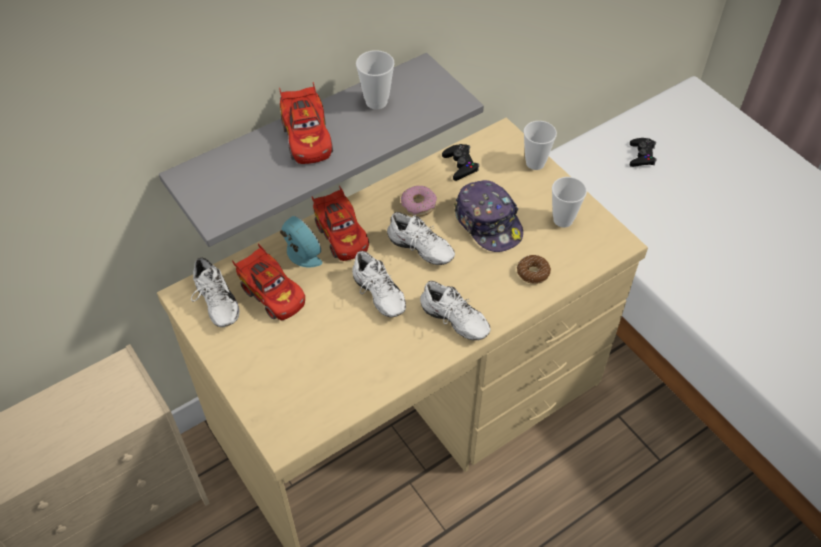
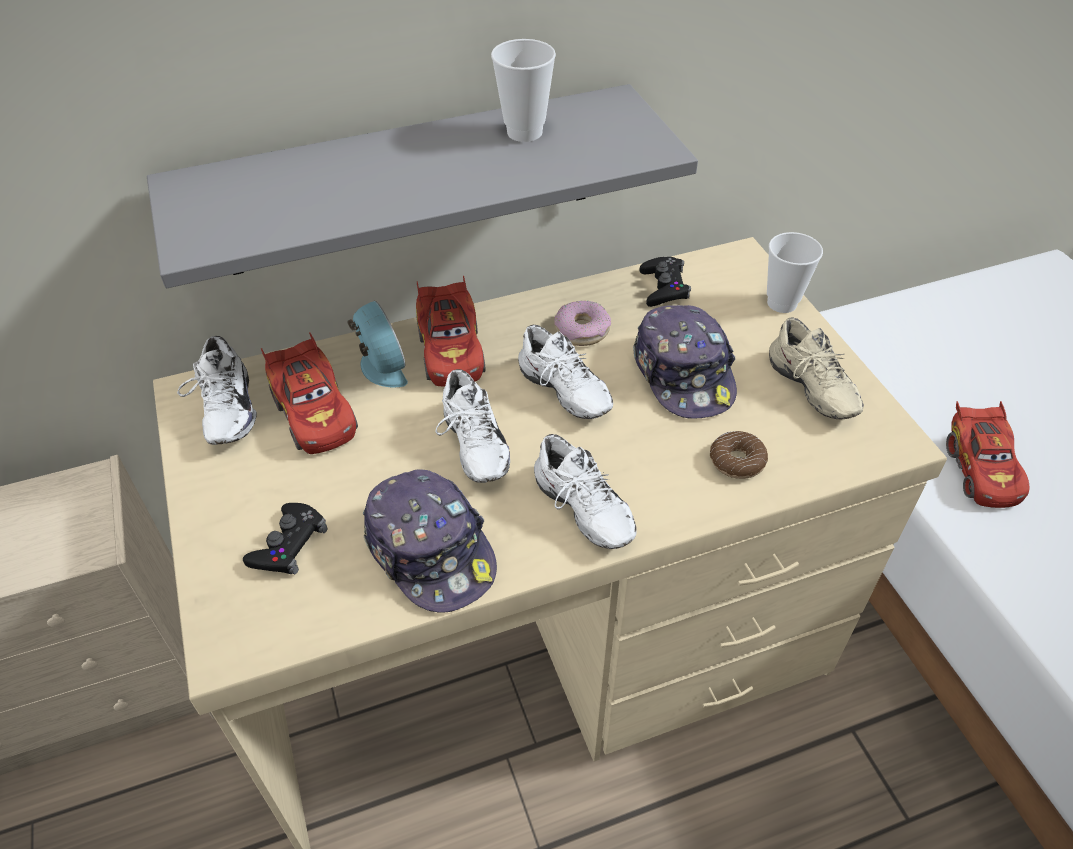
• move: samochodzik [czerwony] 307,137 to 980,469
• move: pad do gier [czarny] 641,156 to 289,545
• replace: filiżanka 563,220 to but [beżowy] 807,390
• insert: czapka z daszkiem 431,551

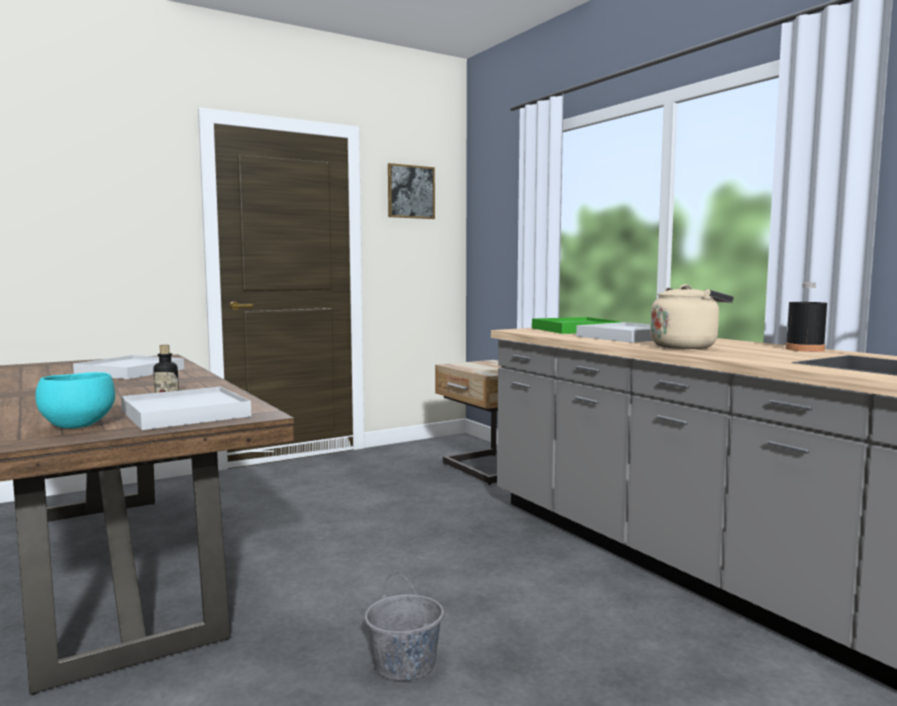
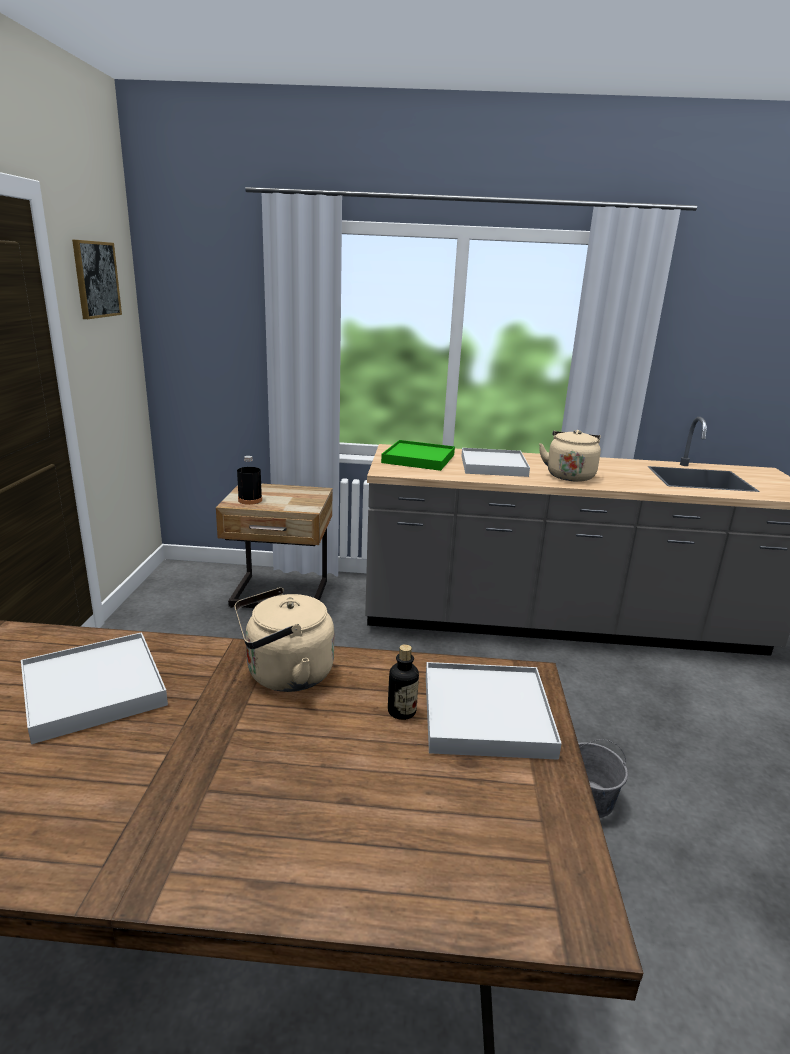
• move: butelka [czarny] 804,349 to 250,500
• delete: miska [turkusowy] 77,425
• insert: czajnik [beżowy] 284,675

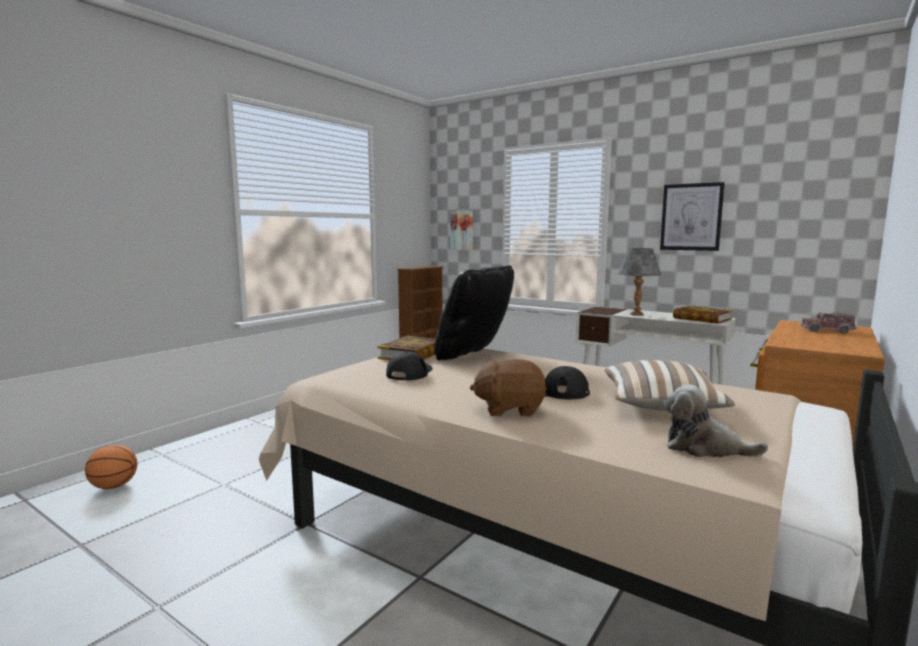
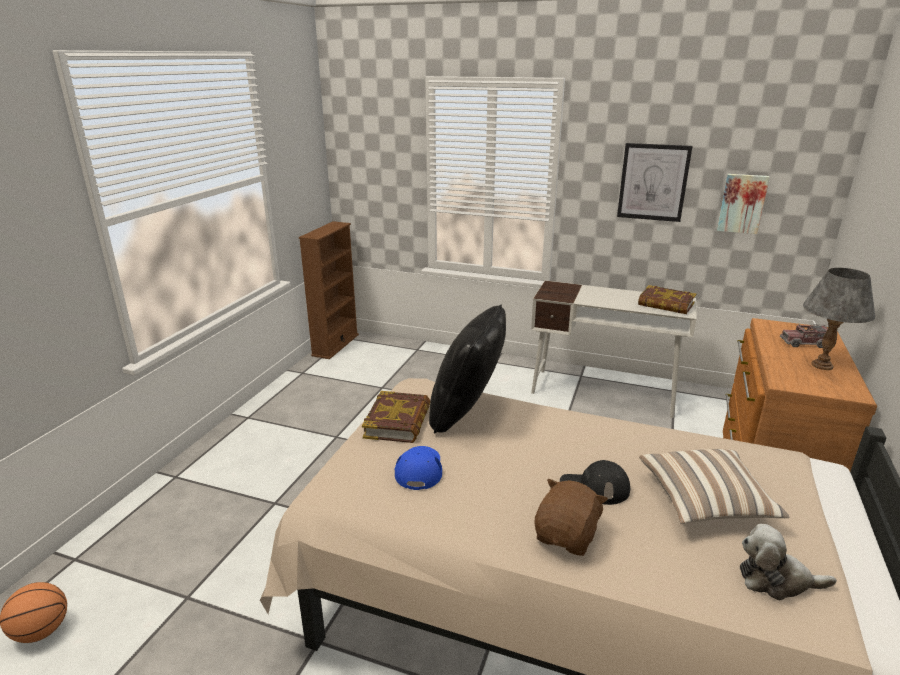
• move: obraz 462,230 to 742,203
• move: lampa stołowa [szary] 636,314 to 821,365
• recolor: czapka z daszkiem [czarny] 410,373 to czapka z daszkiem [niebieski] 419,469
• rotate: pluszak [brązowy] 509,409 = 567,536 135 degrees clockwise

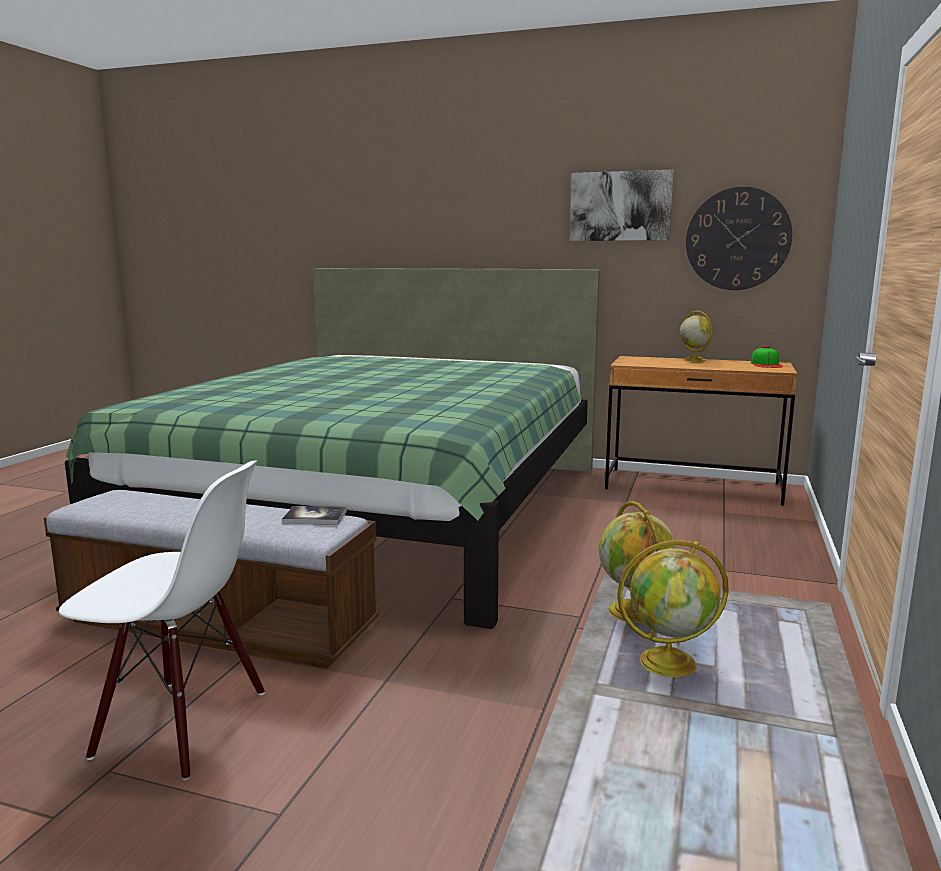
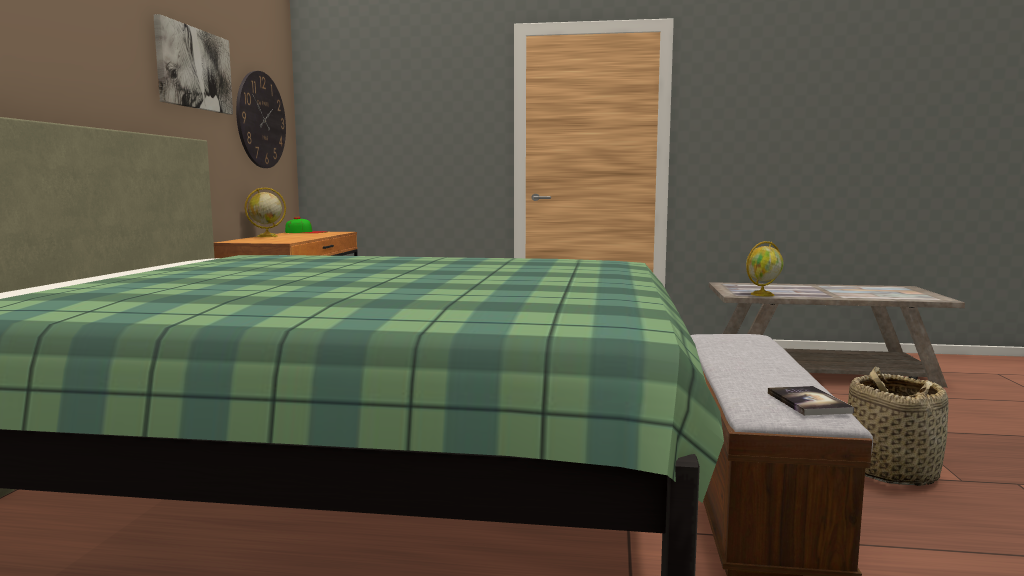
• replace: krzesło [biały] 180,725 to koszyk 888,471
• move: książka 315,517 to 808,403
• delete: globus 669,662

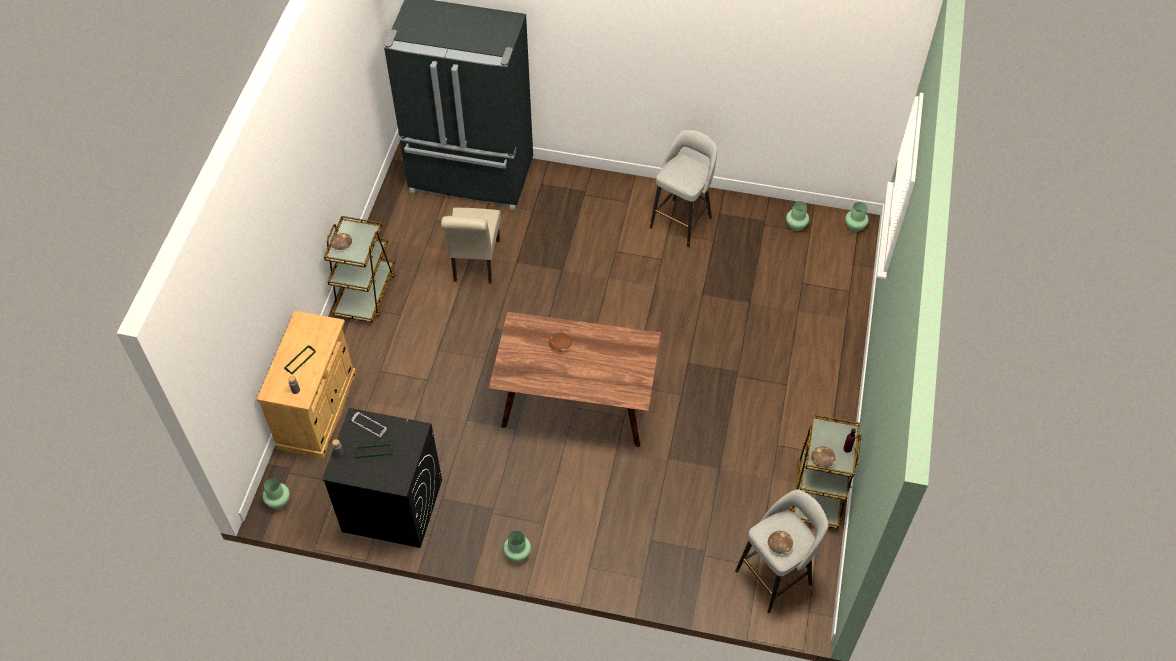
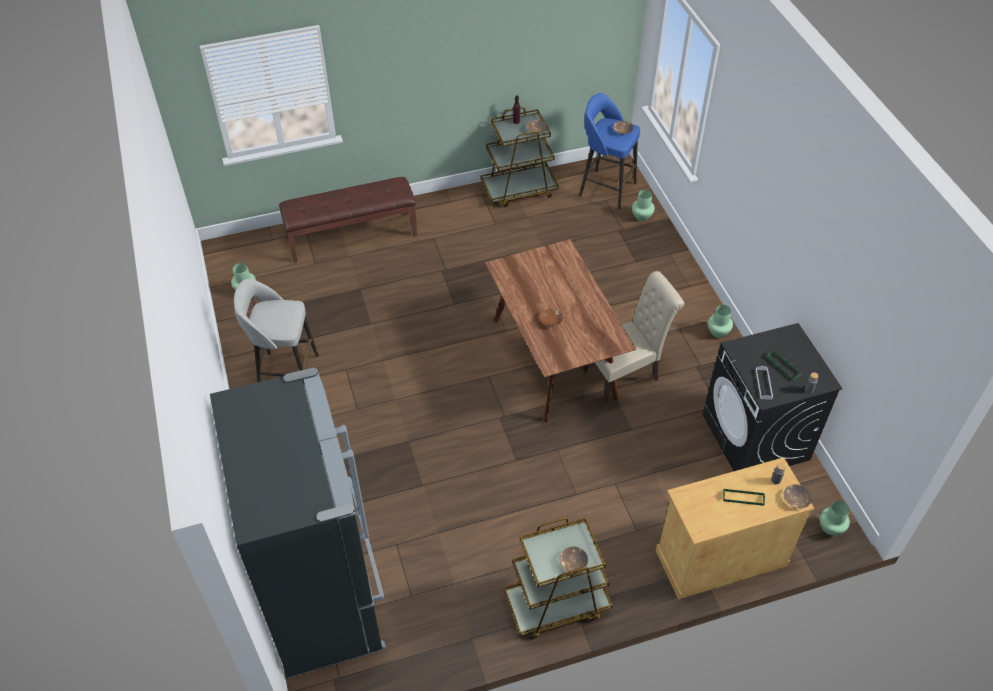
• move: wazon [zielony] 854,226 to 641,217
• move: krzesło [beżowy] 475,263 to 625,374
• recolor: stołek [szary] 775,576 to stołek [niebieski] 605,189
• insert: ławka [brązowy] 352,236
• insert: miska [brązowy] 795,499

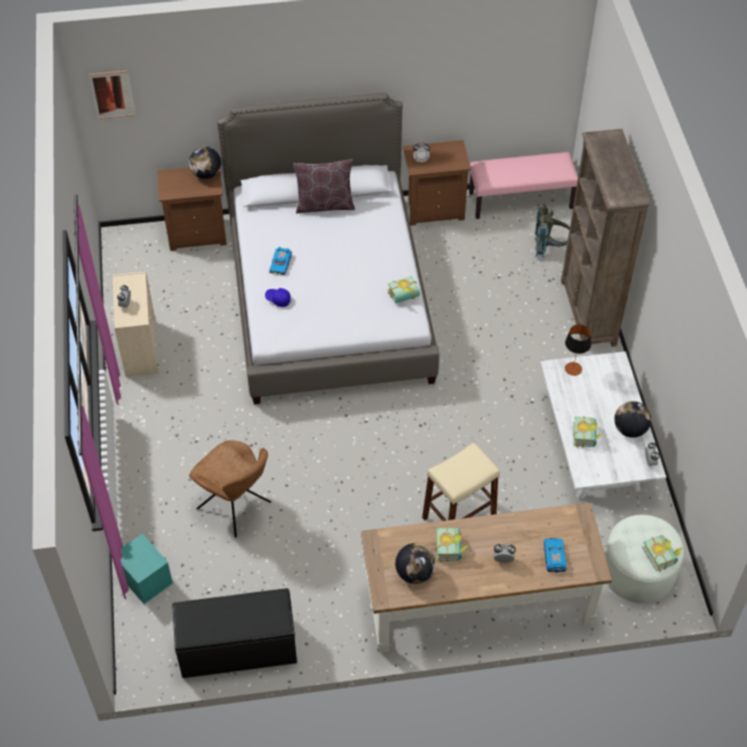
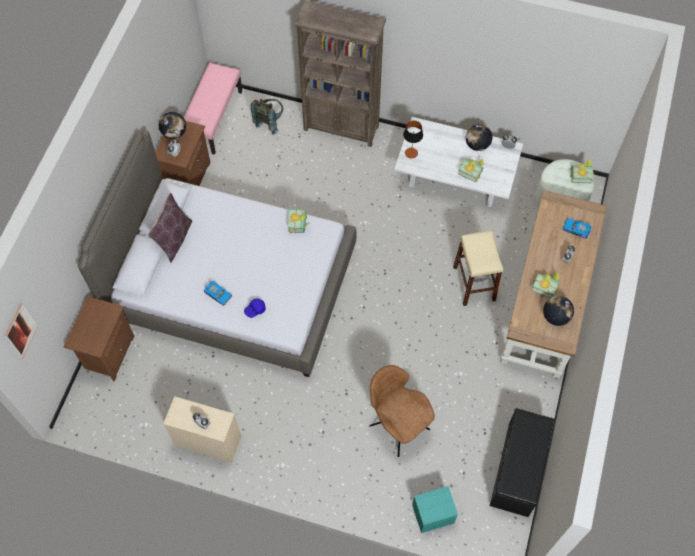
• move: globus 206,174 to 174,133
• rotate: krzesło [brązowy] 236,507 = 398,425 105 degrees counterclockwise

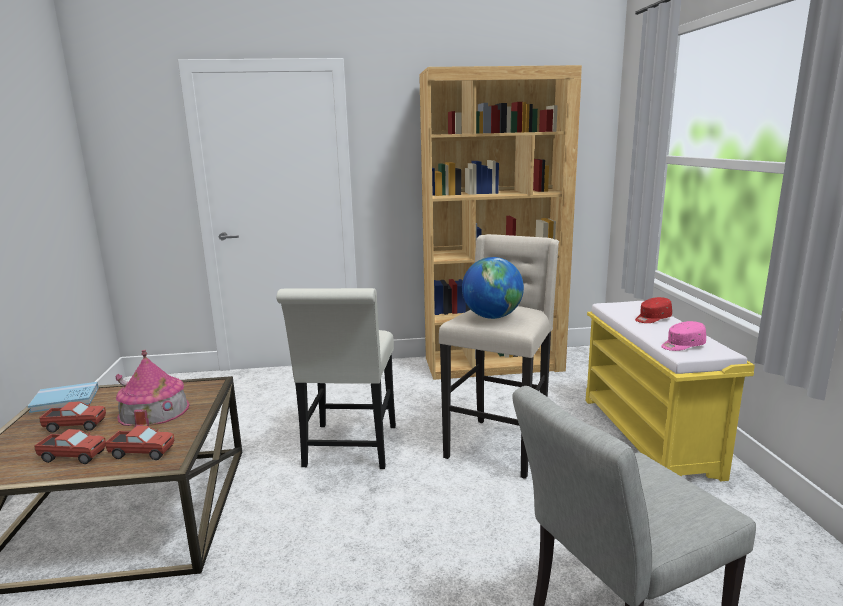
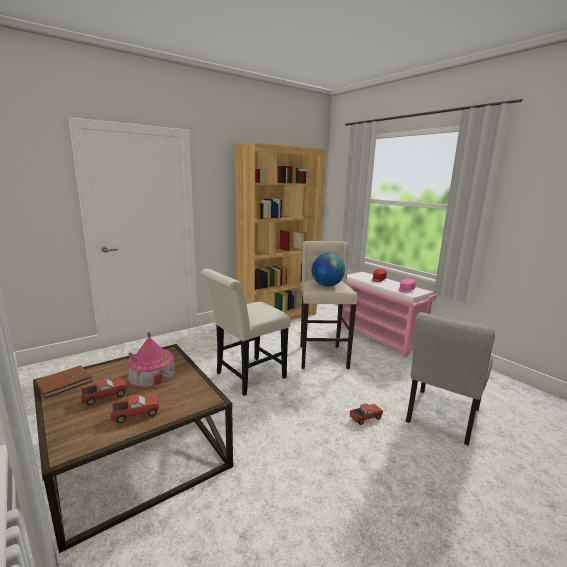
• rotate: krzesło [biały] 349,450 = 246,377 75 degrees clockwise
• recolor: ławka [żółty] 649,436 to ławka [różowy] 380,337
• recolor: książka [niebieski] 65,399 to książka [brązowy] 65,383
• move: ciężarówka zabawkowa 142,453 to 365,418

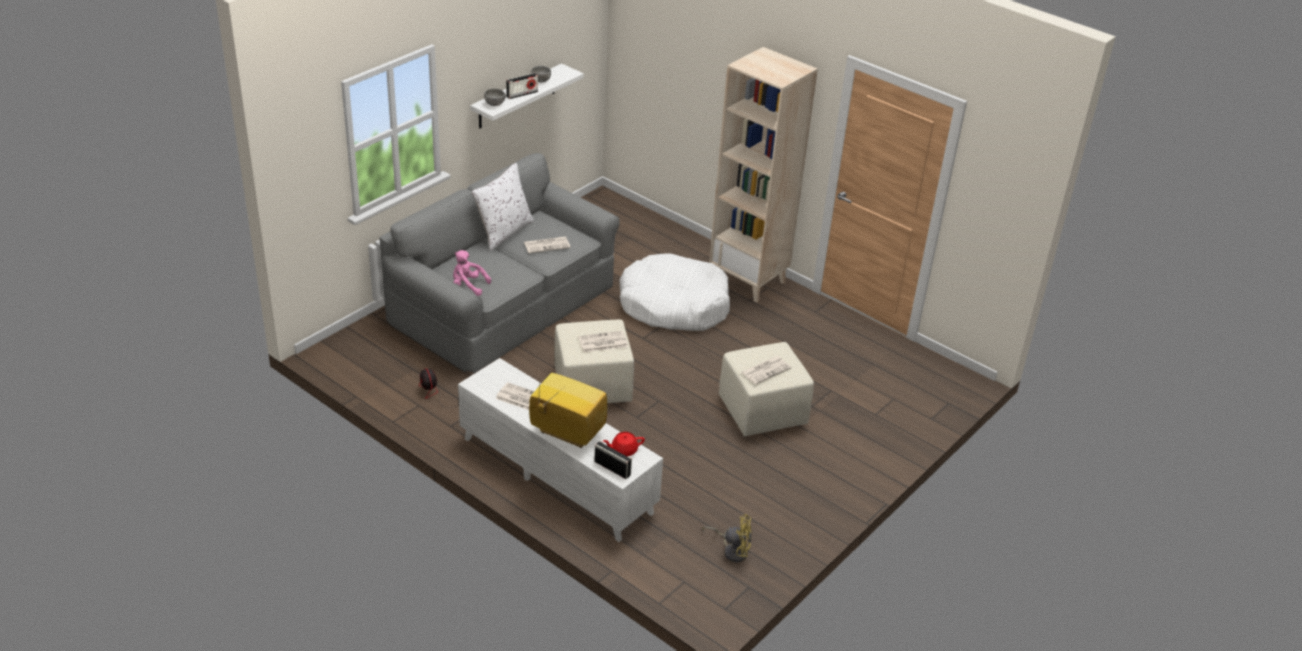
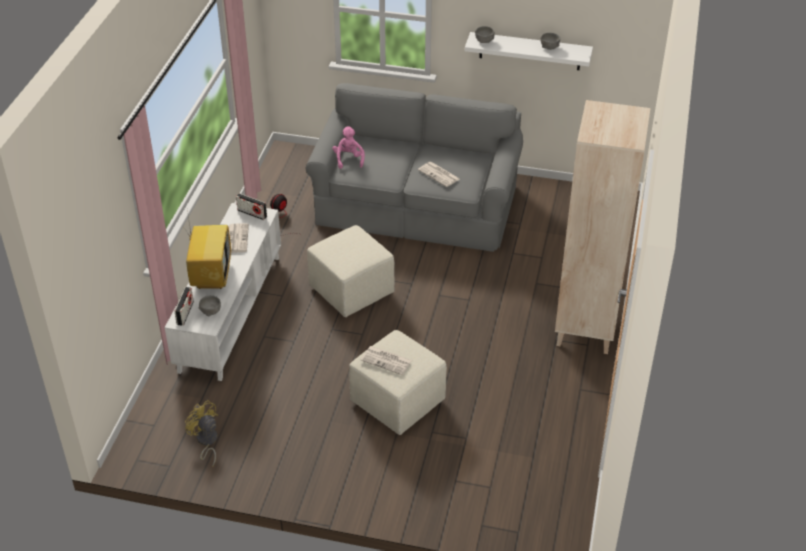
• move: radio 522,94 to 252,213
• delete: poduszka [biały] 504,232
• delete: legowisko [biały] 674,305
• delete: gazeta 602,342
• replace: imbryk [czerwony] 623,450 to miska [szary] 210,311
• rotate: wentylator [żółty] 732,550 = 206,442 150 degrees clockwise

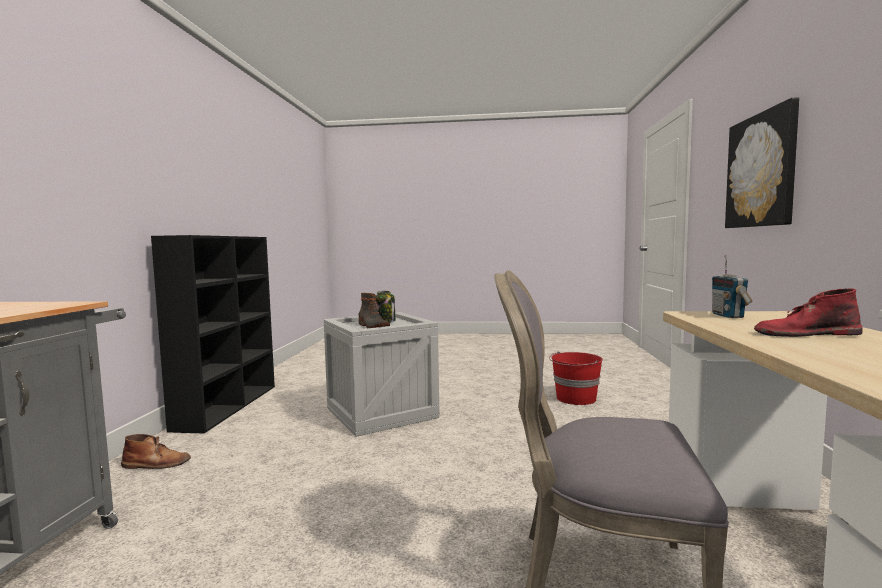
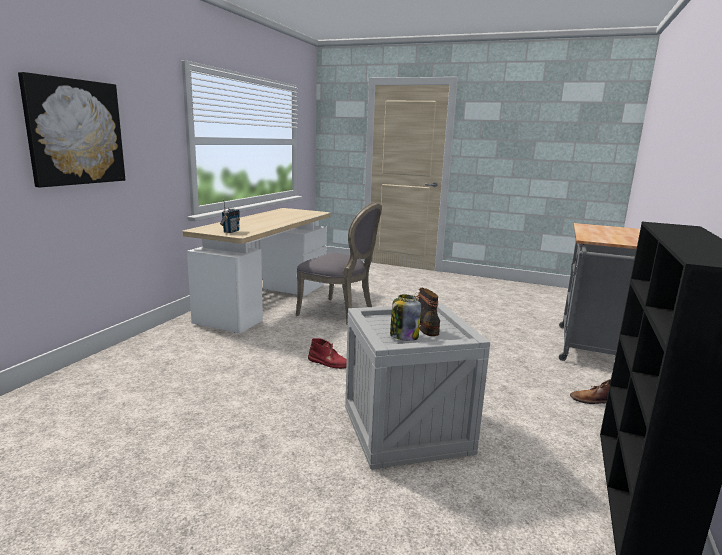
• move: but z cholewką [czerwony] 804,333 to 329,363
• delete: wiadro [czerwony] 575,399

